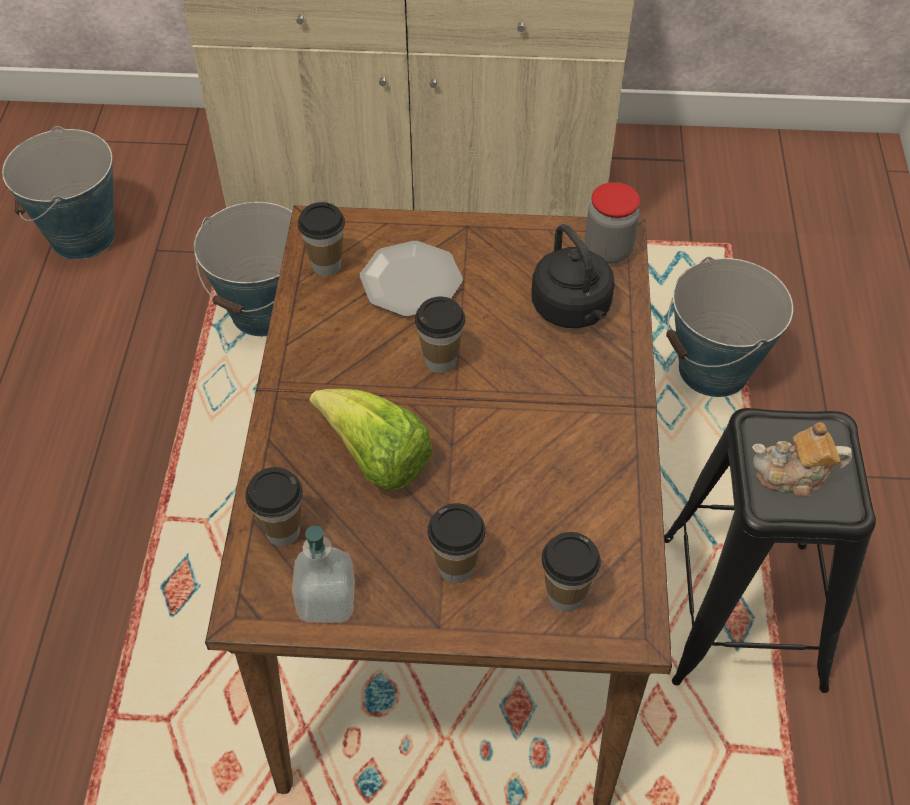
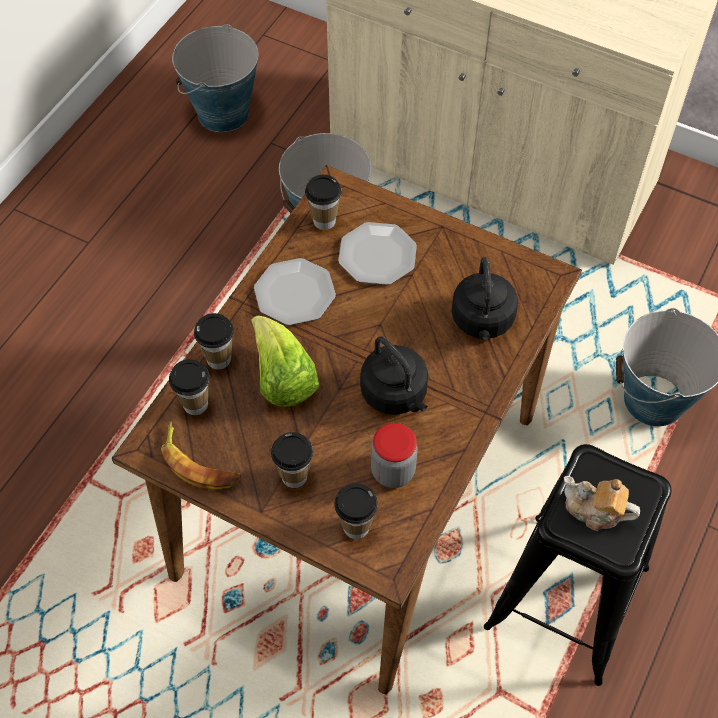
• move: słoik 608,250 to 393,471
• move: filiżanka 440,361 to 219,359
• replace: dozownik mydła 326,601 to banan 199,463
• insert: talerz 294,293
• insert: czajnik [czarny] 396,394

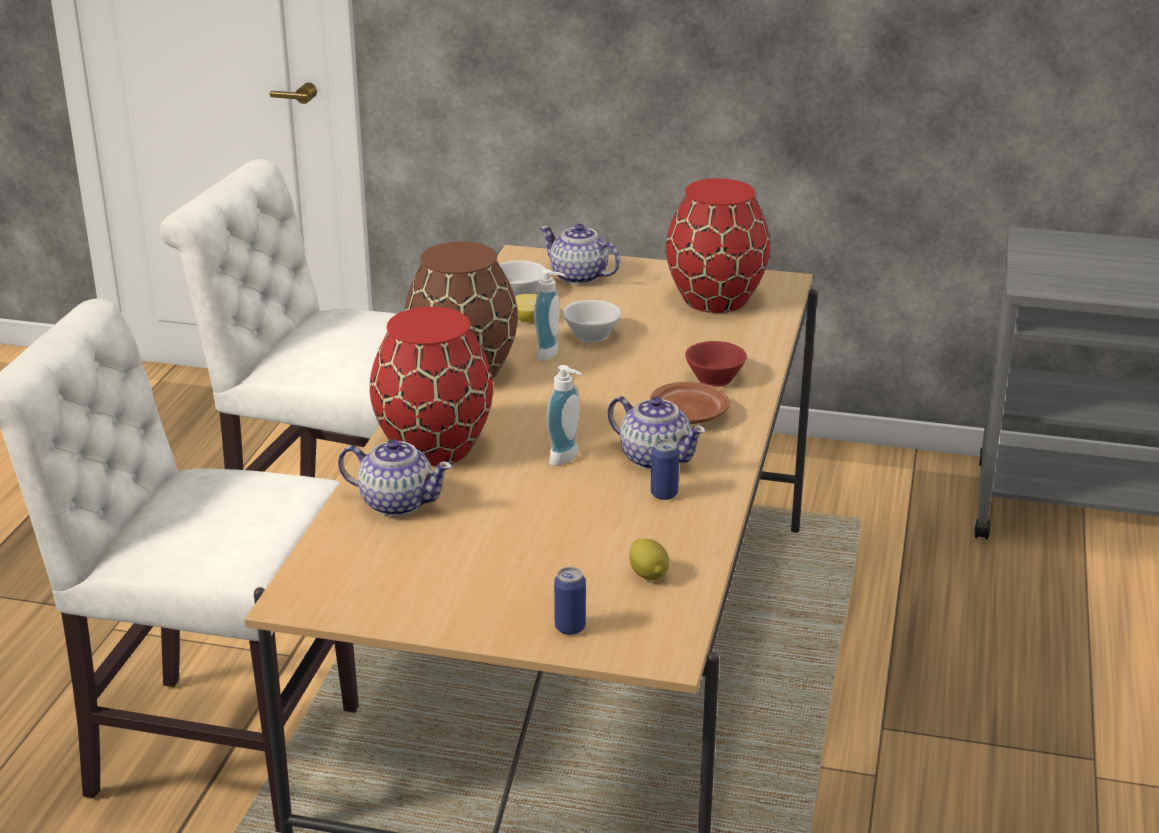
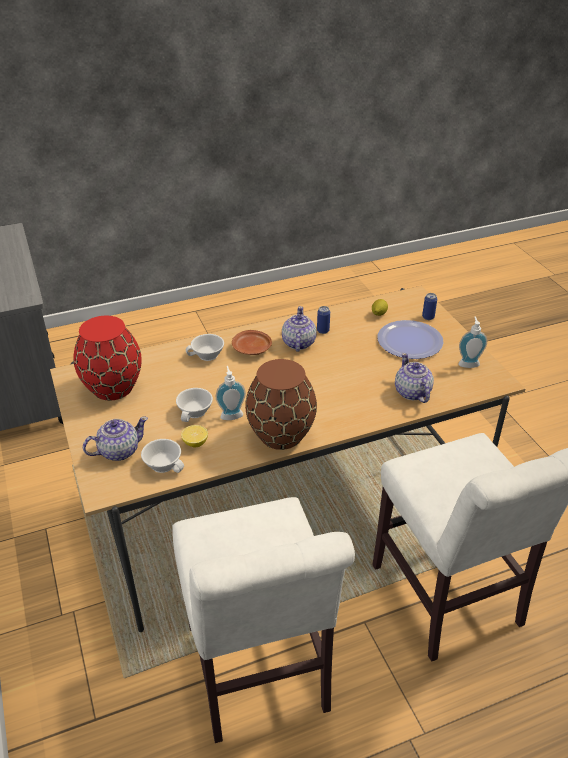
• rotate: imbryk 579,277 = 118,451 120 degrees counterclockwise
• delete: wazon [czerwony] 433,446
• recolor: filiżanka [czerwony] 713,376 to filiżanka [biały] 207,356
• move: dozownik mydła 567,458 to 468,363
• insert: talerz 410,341

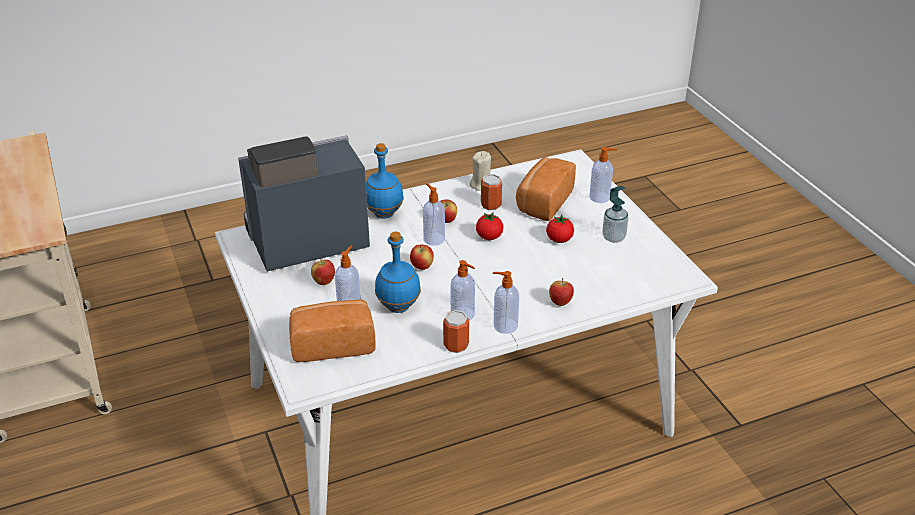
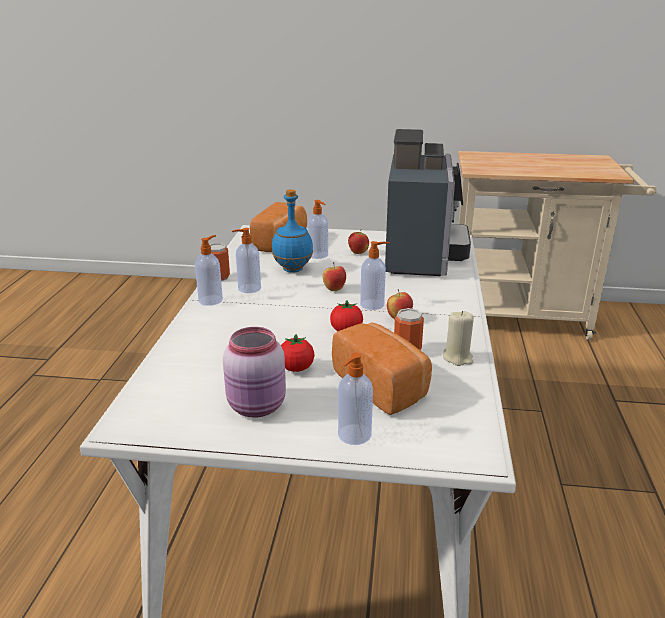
• delete: butelka [niebieski] 384,214
• replace: dozownik mydła 613,237 to słoik [różowy] 258,407
• delete: jabłko 560,303

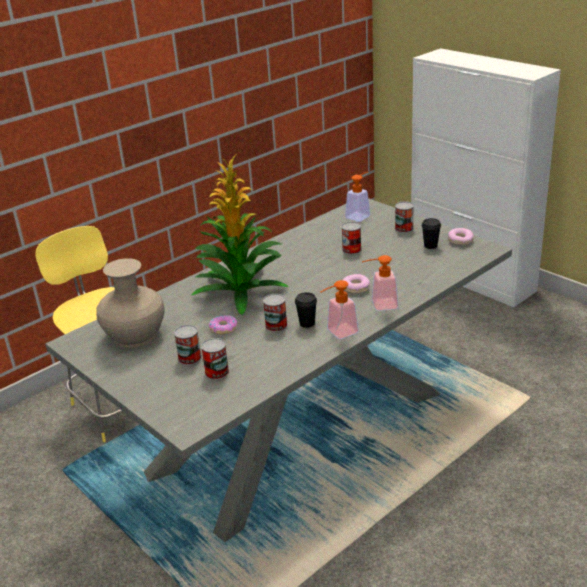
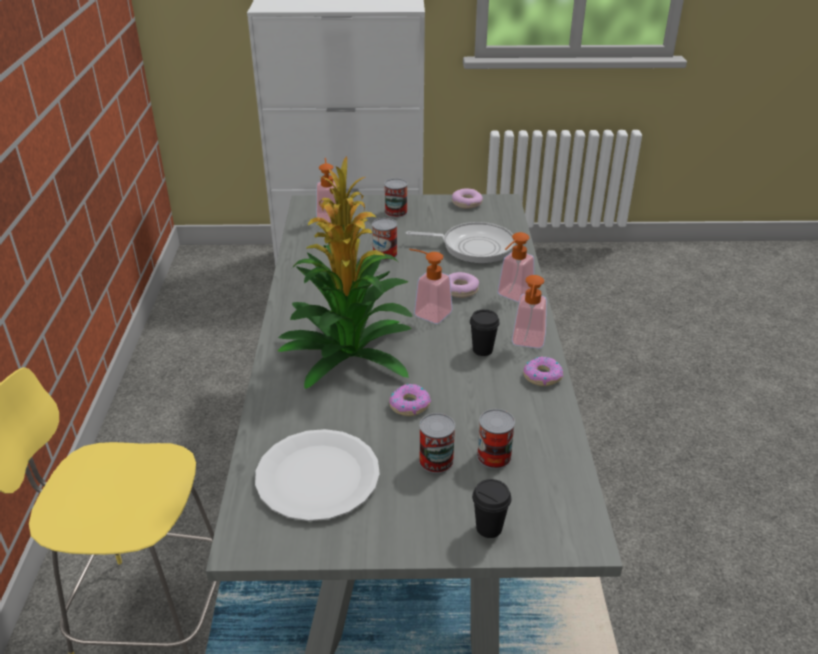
• move: filiżanka [czarny] 430,246 to 489,528
• replace: wazon [beżowy] 135,335 to talerz [biały] 318,477
• delete: puszka 276,325
• insert: patelnia 473,247
• insert: dozownik mydła 427,312
• insert: donut 542,376

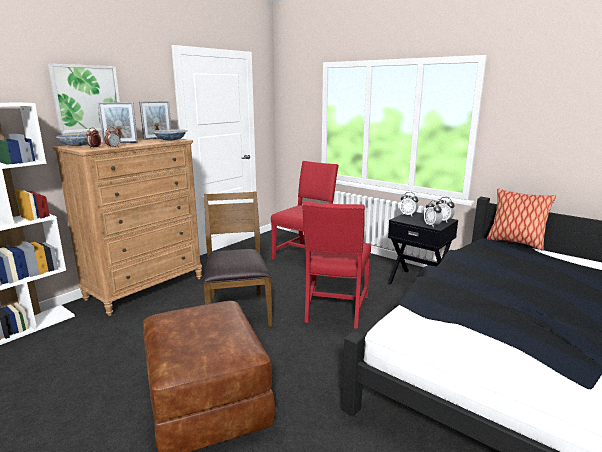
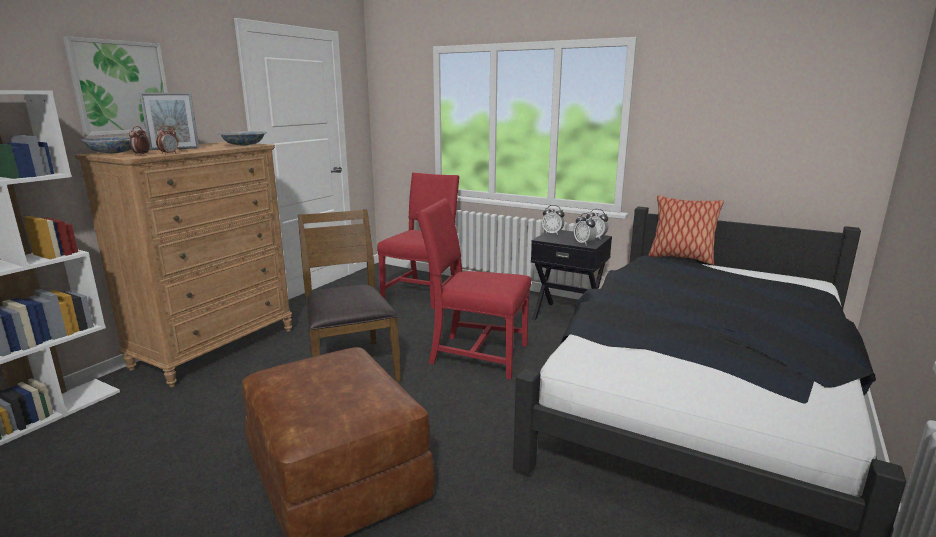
• delete: ramka na zdjęcie 158,138
• rotate: krzesło [czerwony] 335,309 = 475,354 105 degrees clockwise

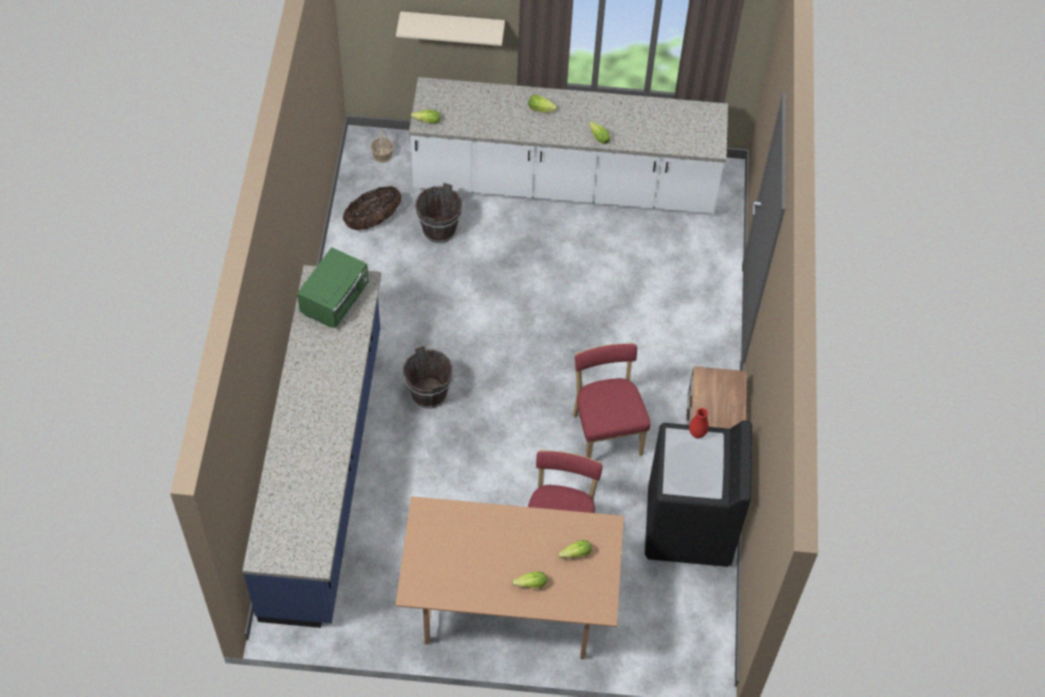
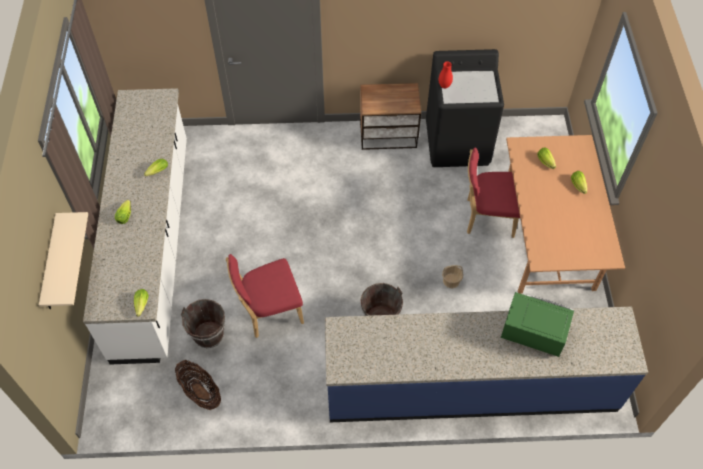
• move: koszyk 382,156 to 451,281
• move: mikrofalówka [zielony] 336,300 to 532,332
• move: krzesło [czerwony] 606,431 to 269,312

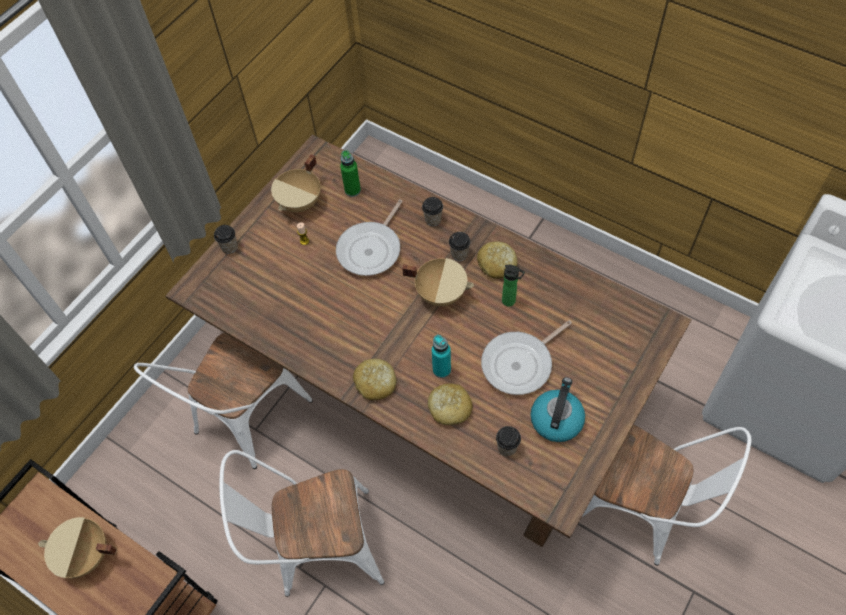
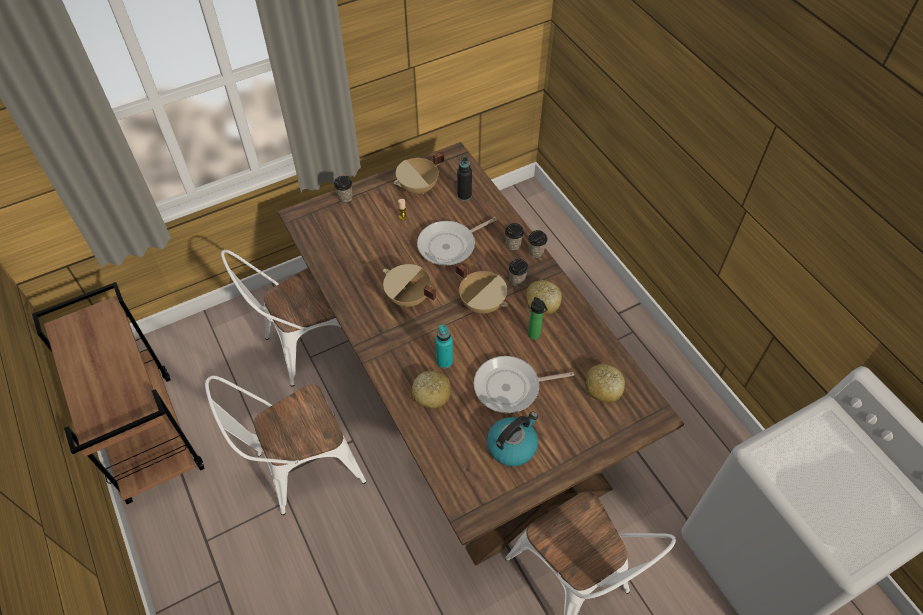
• recolor: butelka [zielony] 352,190 to butelka [czarny] 464,195
• move: chleb 375,383 to 603,387
• move: filiżanka 507,447 to 536,252
• rotate: krzesło [biały] 318,546 = 300,468 45 degrees counterclockwise
• move: garnek [beżowy] 86,556 to 408,298

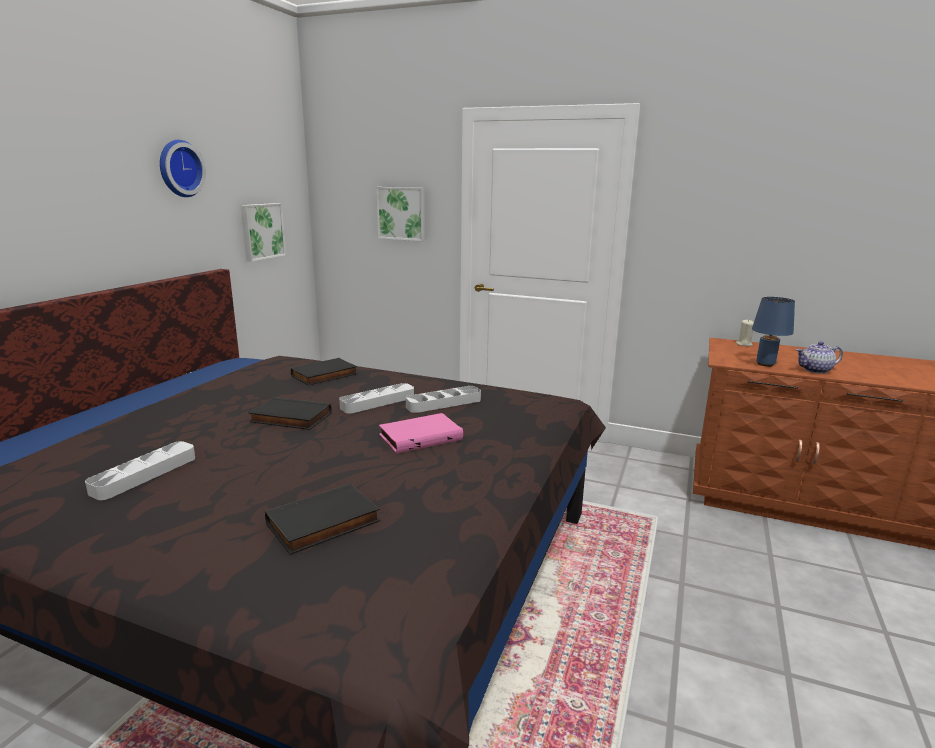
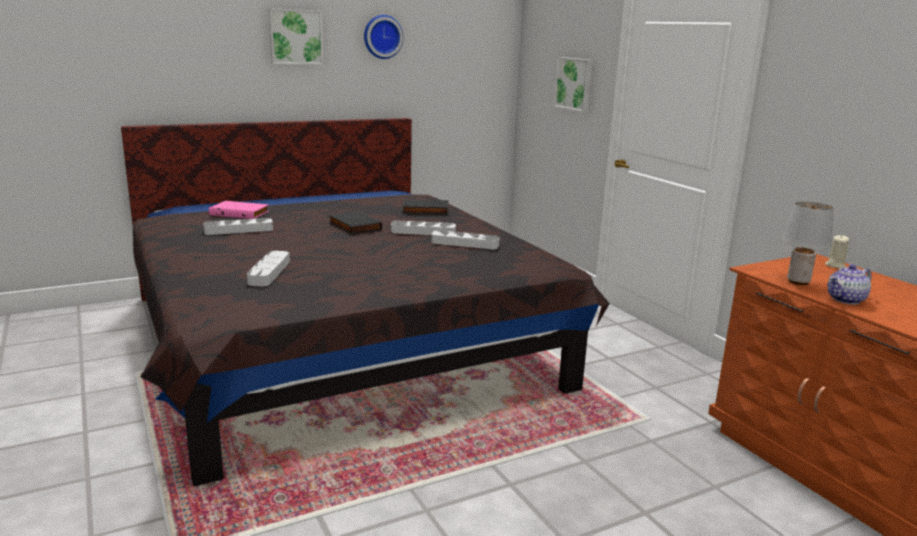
• move: obraz 261,231 to 295,37
• recolor: lampa stołowa [niebieski] 765,364 to lampa stołowa [szary] 798,282
• rotate: imbryk 815,370 = 846,300 60 degrees counterclockwise
• move: książka [różowy] 420,436 to 240,213
• replace: książka [czarny] 323,524 to taca [szary] 269,272

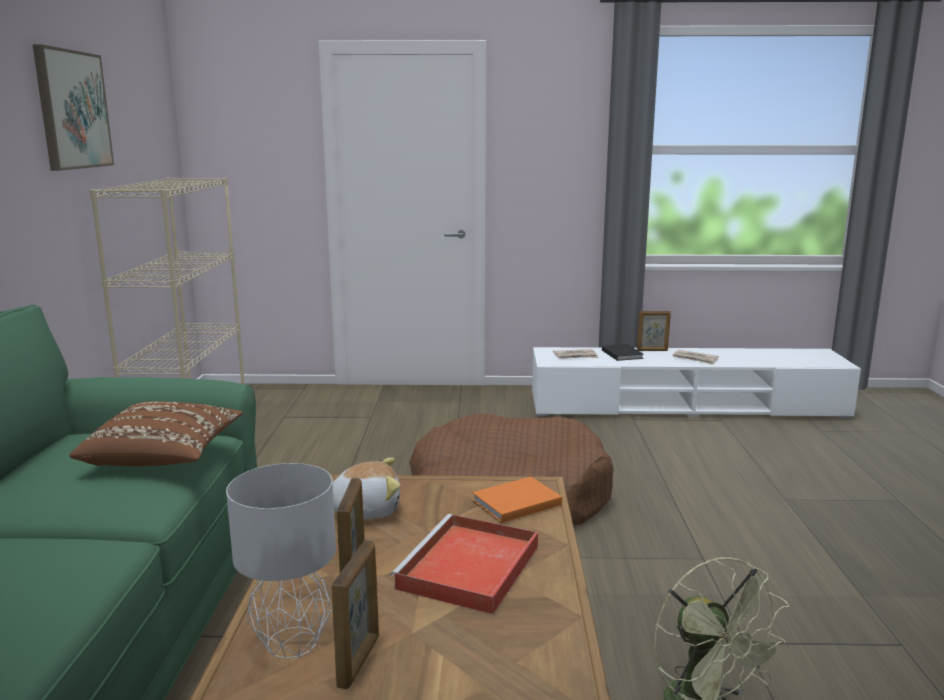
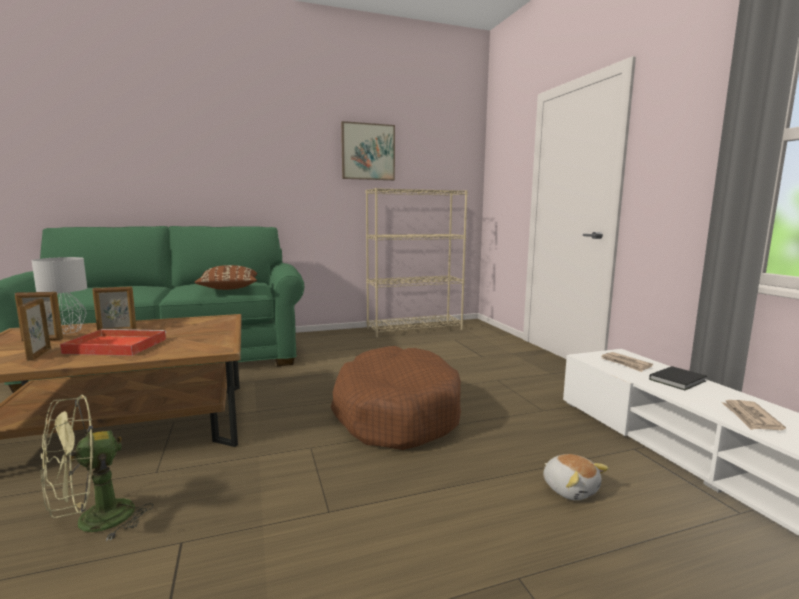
• move: ramka na zdjęcie 652,350 to 38,354
• move: pluszak 365,510 to 570,489
• delete: książka [pomarańczowy] 514,503

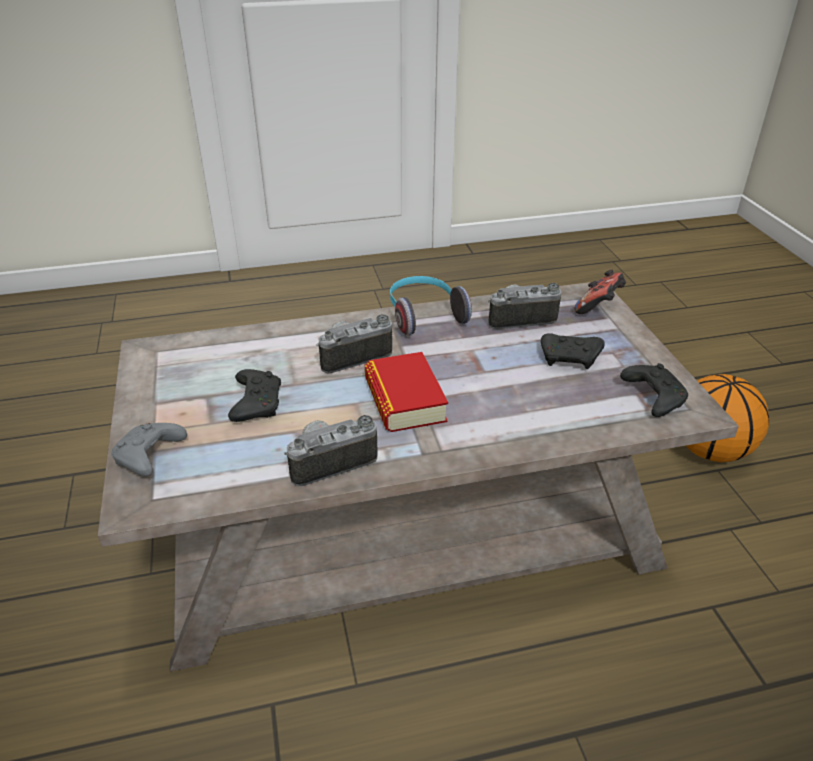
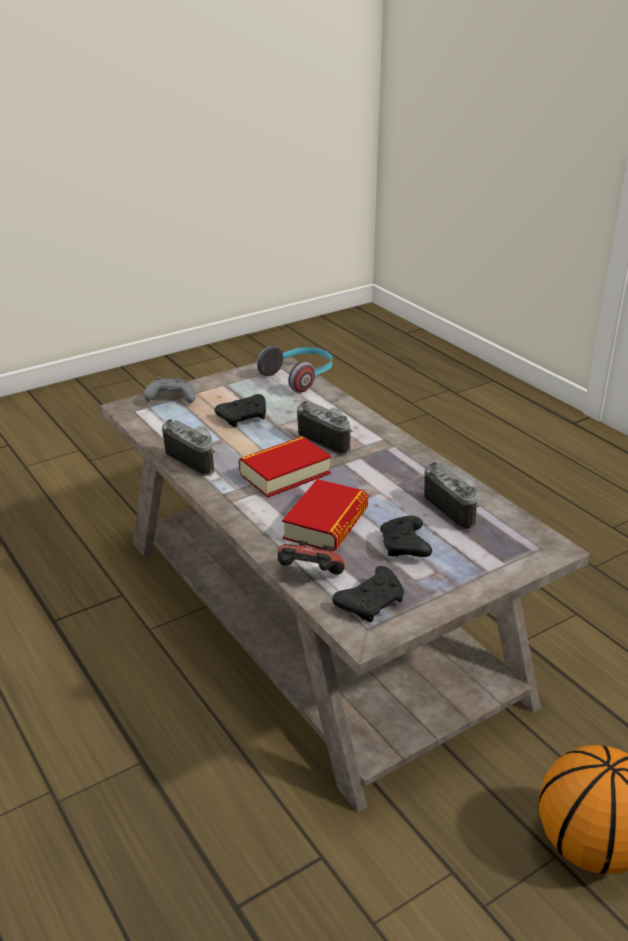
• move: pad do gier 599,307 to 308,576
• move: słuchawki 424,315 to 300,377
• insert: książka 326,524

